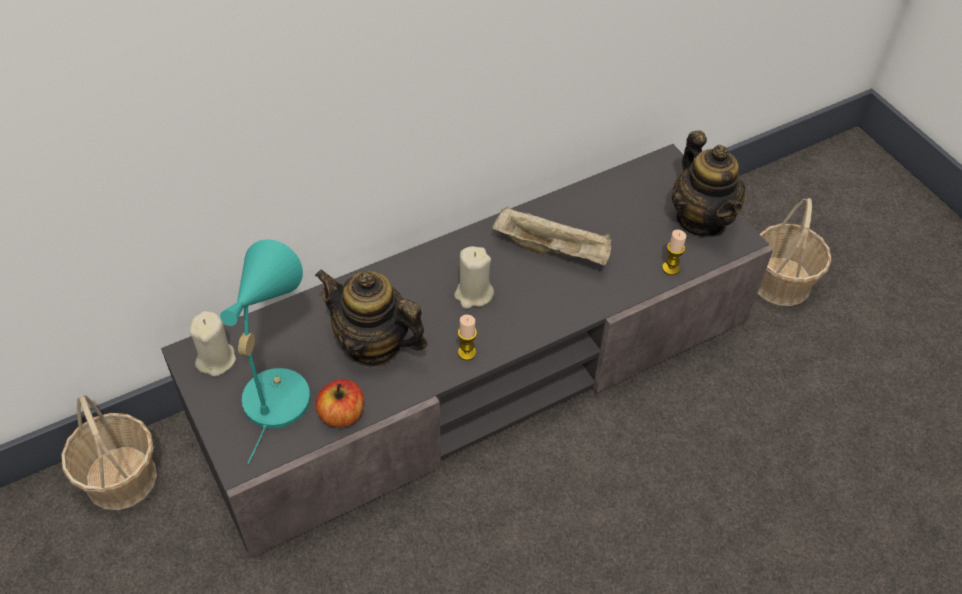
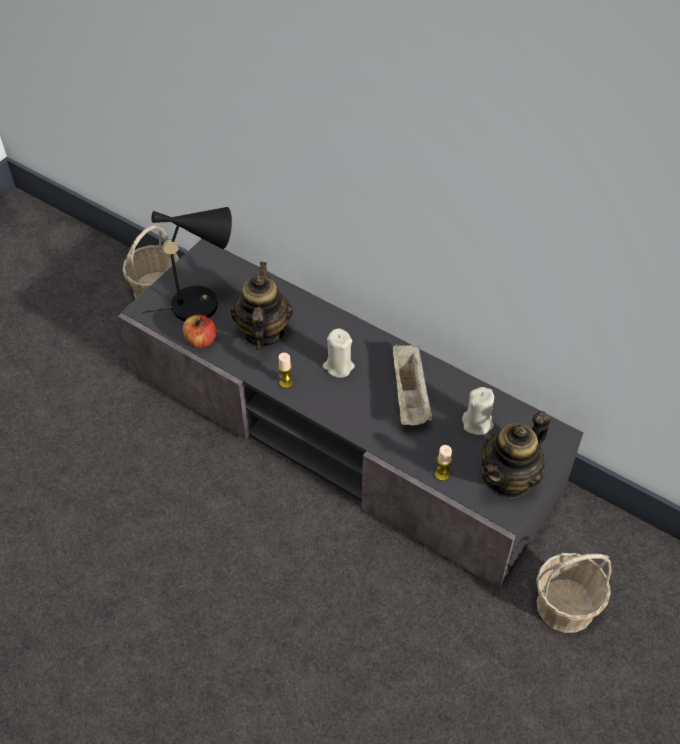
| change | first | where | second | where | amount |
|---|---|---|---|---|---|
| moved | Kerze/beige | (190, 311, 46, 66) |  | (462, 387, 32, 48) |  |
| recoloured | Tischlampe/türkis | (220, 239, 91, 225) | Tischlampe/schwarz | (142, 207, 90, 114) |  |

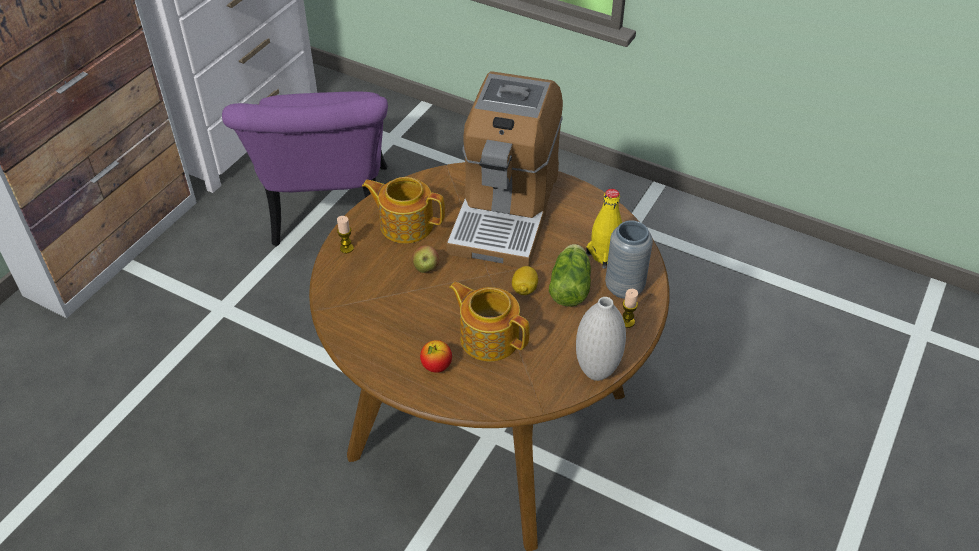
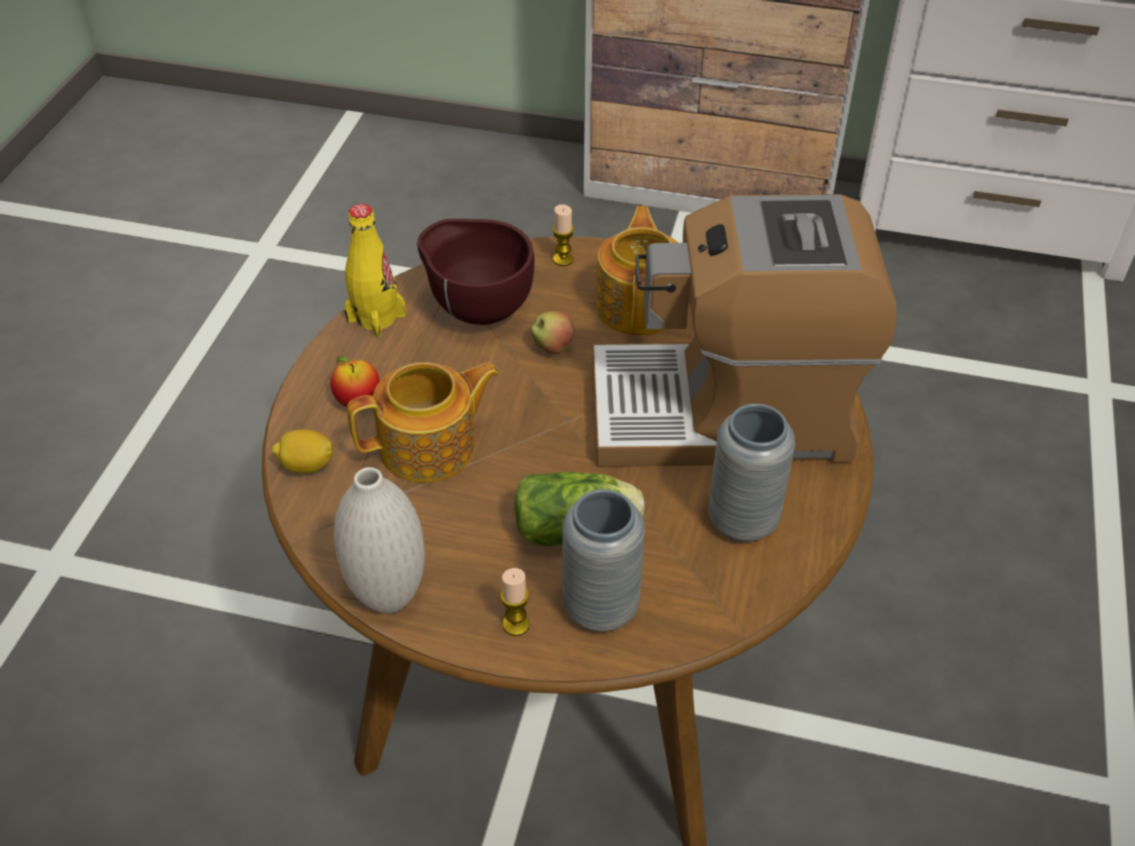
| change | first | where | second | where | amount |
|---|---|---|---|---|---|
| removed | Stuhl/lila | (222, 92, 166, 155) |  |  |  |
| turned | Teekanne | (449, 282, 81, 80) |  | (347, 362, 153, 121) | 45 degrees clockwise |
| moved | Zitrone | (512, 266, 26, 29) |  | (272, 430, 62, 44) |  |
| moved | Flasche/gelb | (586, 189, 36, 80) |  | (344, 204, 62, 133) |  |
| added |  |  | Schüssel/braun | (417, 219, 118, 106) |  |
| added |  |  | Vase/grau | (708, 403, 87, 139) |  |

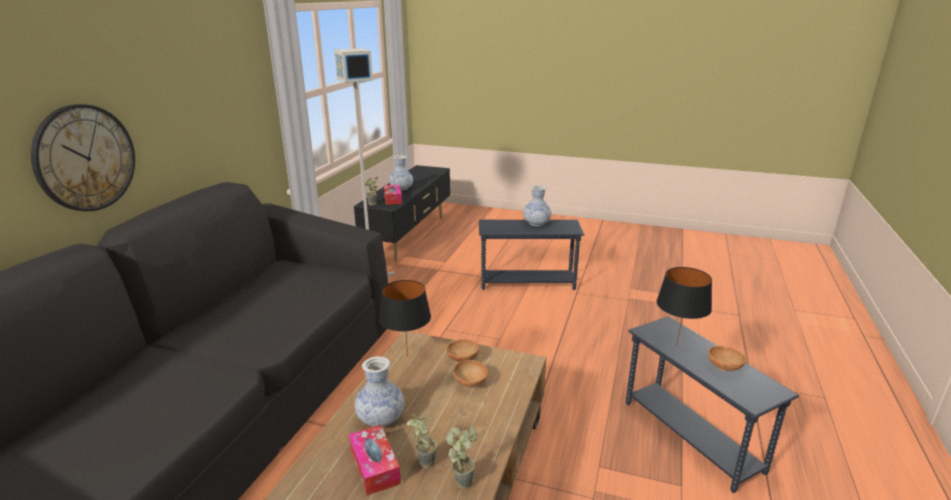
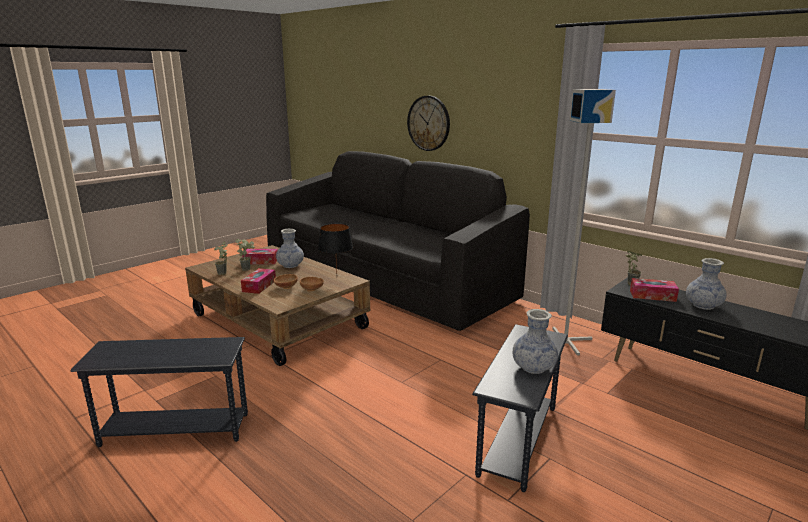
| change | first | where | second | where | amount |
|---|---|---|---|---|---|
| removed | Tischlampe/schwarz | (657, 267, 55, 77) |  |  |  |
| removed | Schüssel/braun | (708, 346, 38, 25) |  |  |  |
| added |  |  | Taschentuchbox | (241, 268, 35, 26) |  |

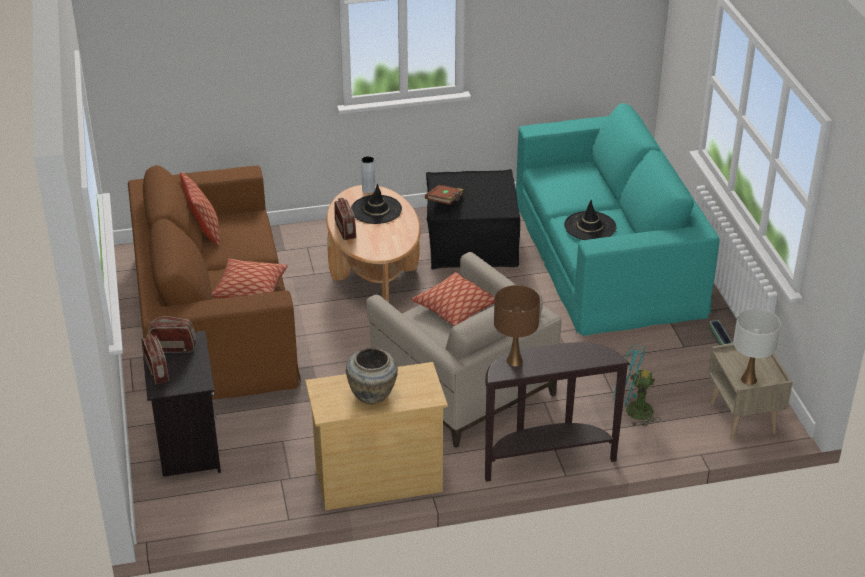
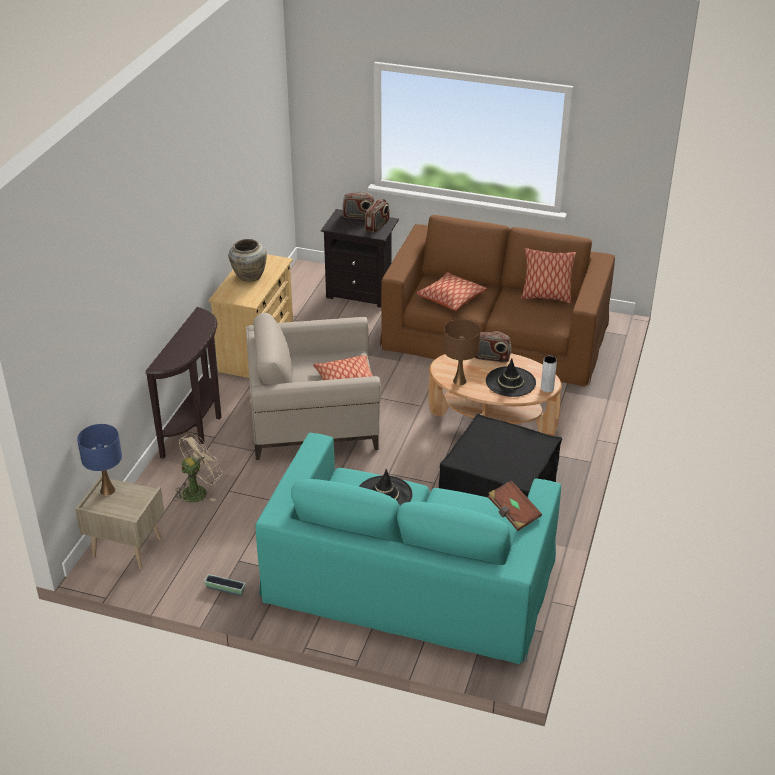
| change | first | where | second | where | amount |
|---|---|---|---|---|---|
| moved | Buch/braun | (425, 185, 39, 20) |  | (488, 480, 54, 51) |  |
| moved | Tischlampe/braun | (494, 285, 46, 81) |  | (443, 319, 37, 66) |  |
| recoloured | Ventilator/türkis | (613, 344, 47, 83) | Ventilator/beige | (173, 433, 50, 70) |  |
| recoloured | Tischlampe/weiß | (733, 308, 48, 77) | Tischlampe/blau | (77, 424, 45, 72) |  |

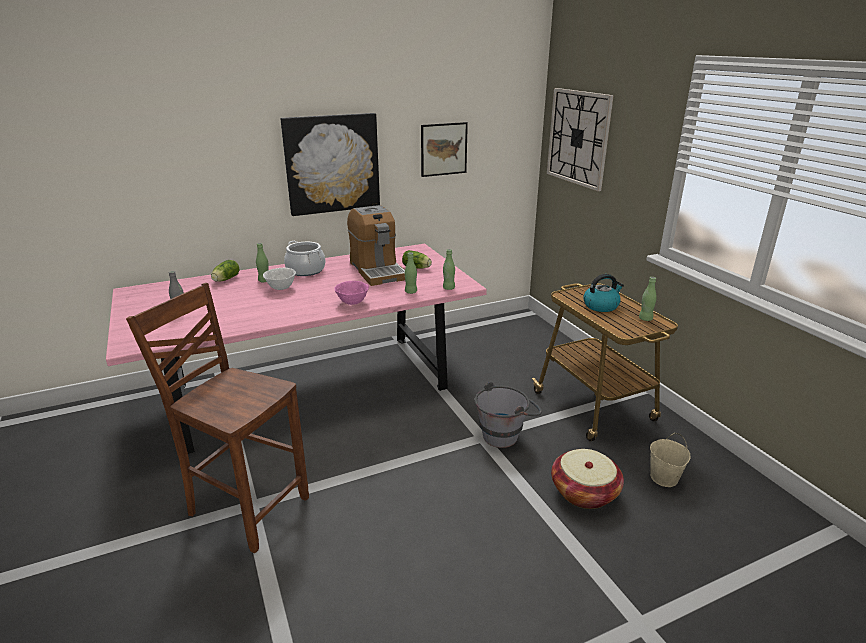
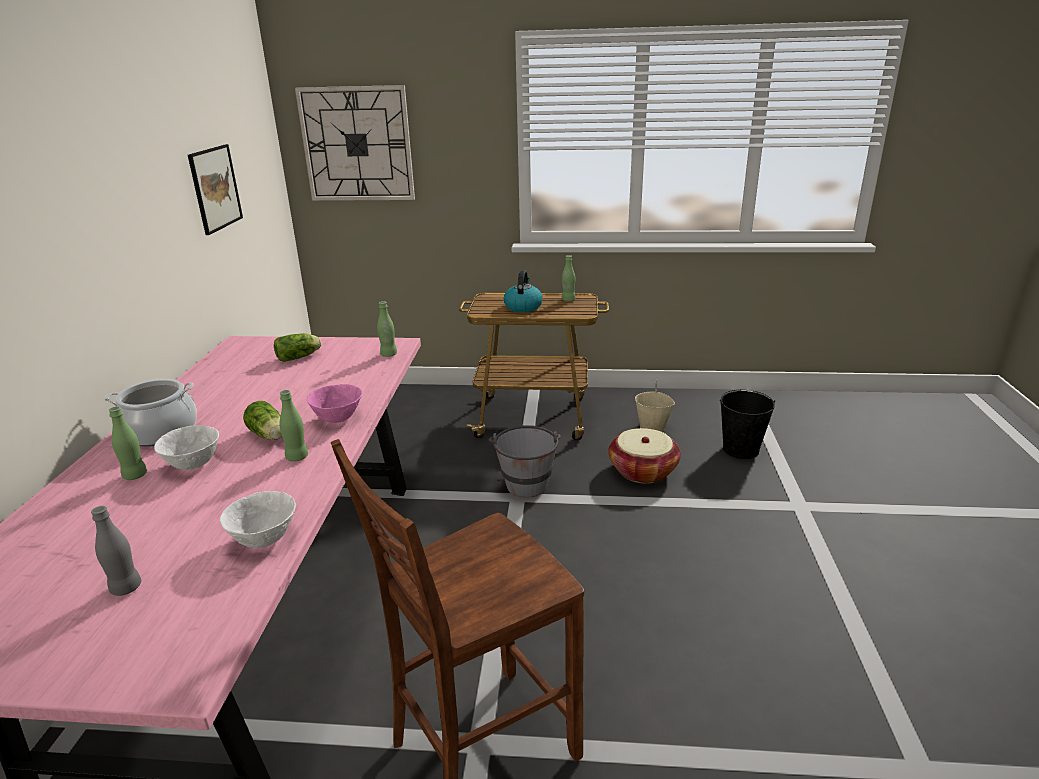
| change | first | where | second | where | amount |
|---|---|---|---|---|---|
| moved | Salatkopf | (211, 260, 28, 22) |  | (243, 401, 39, 39) |  |
| removed | Bild | (281, 113, 99, 103) |  |  |  |
| removed | Kaffeemaschine | (347, 205, 58, 81) |  |  |  |
| moved | Flasche/grün | (405, 252, 12, 42) |  | (279, 390, 29, 72) |  |
| added |  |  | Schüssel/weiß | (220, 491, 76, 57) |  |
| added |  |  | Eimer/schwarz | (720, 390, 55, 69) |  |

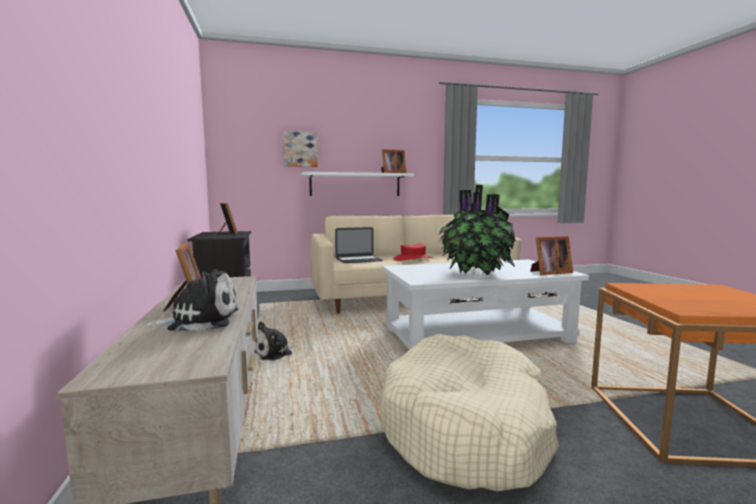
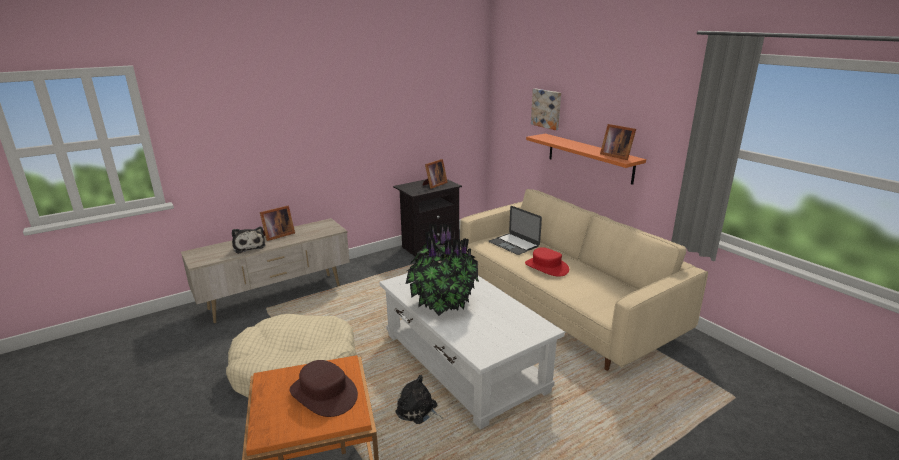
| change | first | where | second | where | amount |
|---|---|---|---|---|---|
| moved | Plüschtier | (254, 321, 44, 40) |  | (395, 375, 48, 49) |  |
| recoloured | Wandregal/weiß | (301, 172, 113, 24) | Wandregal/orange | (526, 134, 120, 51) |  |
| removed | Bilderrahmen | (530, 236, 43, 39) |  |  |  |
| added |  |  | Hut/braun | (290, 360, 68, 57) |  |

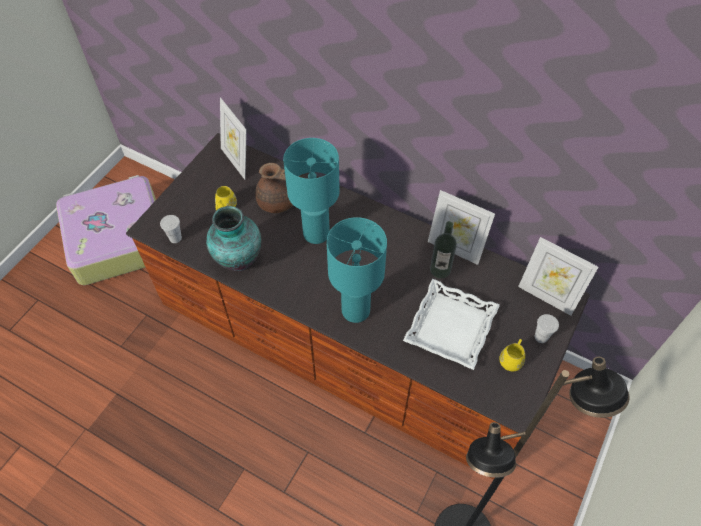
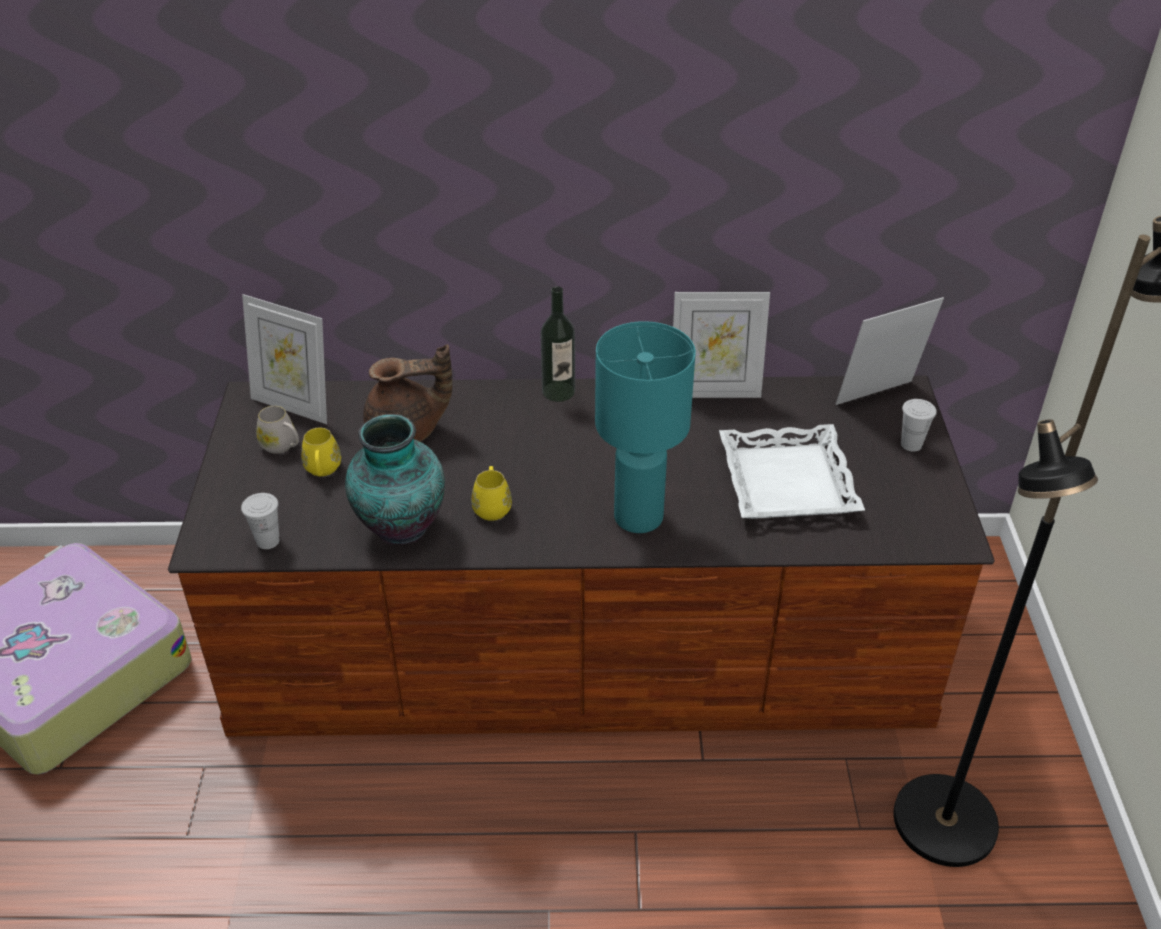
| change | first | where | second | where | amount |
|---|---|---|---|---|---|
| removed | Tischlampe/türkis | (283, 138, 56, 106) |  |  |  |
| moved | Flasche | (430, 221, 27, 57) |  | (540, 286, 35, 116) |  |
| moved | Henkelbecher/gelb | (499, 339, 26, 32) |  | (471, 466, 41, 55) |  |
| turned | Bilderrahmen | (518, 237, 81, 79) |  | (836, 297, 108, 108) | 150 degrees clockwise |
| added |  |  | Henkelbecher/weiß | (256, 406, 43, 48) |  |

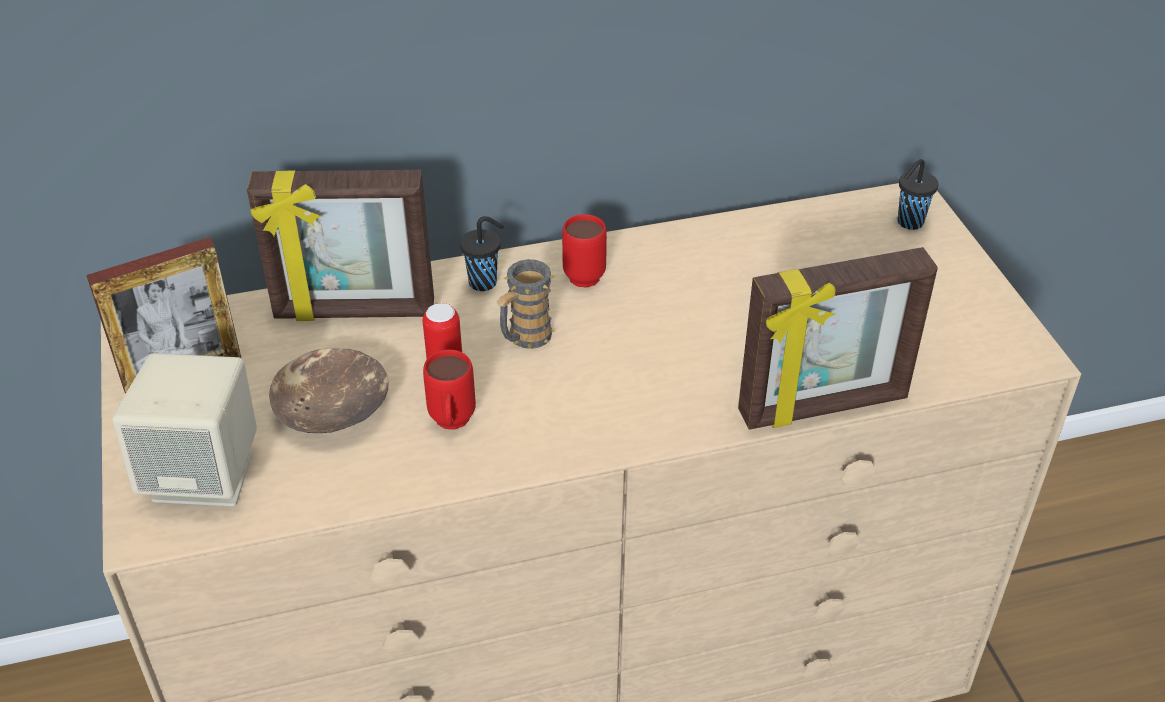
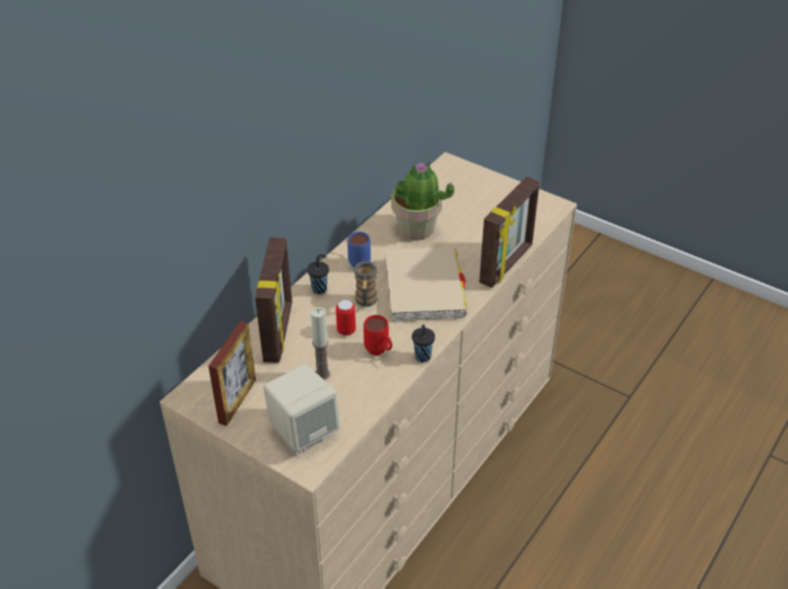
| change | first | where | second | where | amount |
|---|---|---|---|---|---|
| turned | Bilderrahmen | (247, 170, 187, 151) |  | (255, 237, 37, 126) | 45 degrees counterclockwise |
| replaced | Schüssel/braun | (269, 348, 120, 85) | Kerze | (311, 307, 19, 73) |  |
| recoloured | Henkelbecher/rot | (562, 214, 45, 74) | Henkelbecher/blau | (347, 232, 24, 36) |  |
| moved | Tasse/schwarz | (897, 159, 42, 71) |  | (412, 325, 23, 37) |  |
| added |  |  | Buch/beige | (385, 247, 83, 75) |  |
| added |  |  | Topfpflanze | (391, 162, 64, 79) |  |

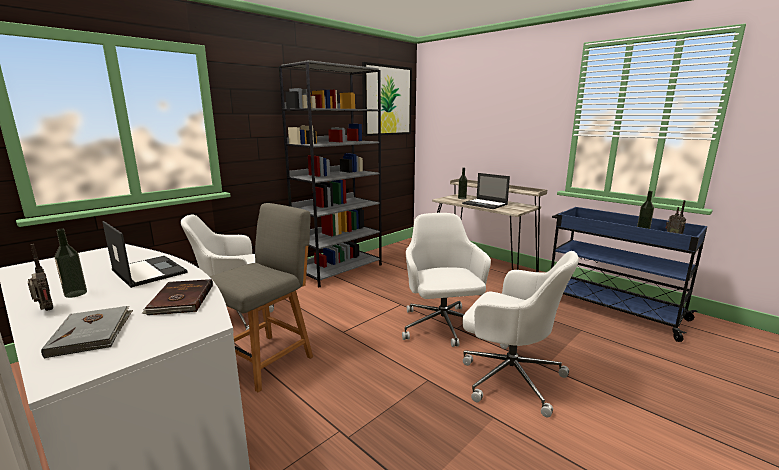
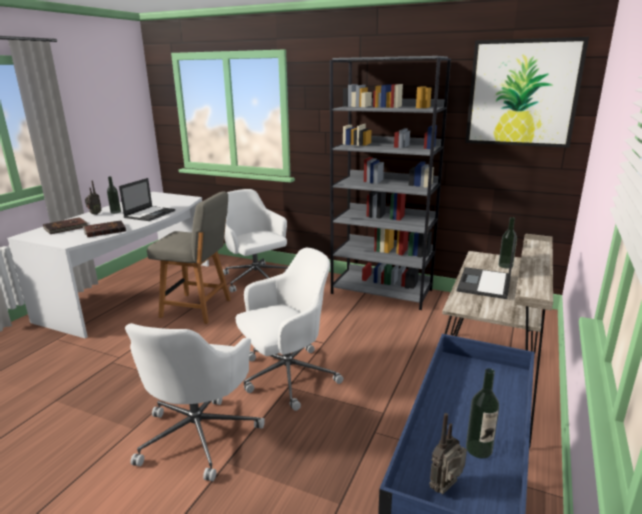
| change | first | where | second | where | amount |
|---|---|---|---|---|---|
| recoloured | Buch/grau | (41, 306, 92, 53) | Buch/braun | (43, 217, 45, 17) |  |

